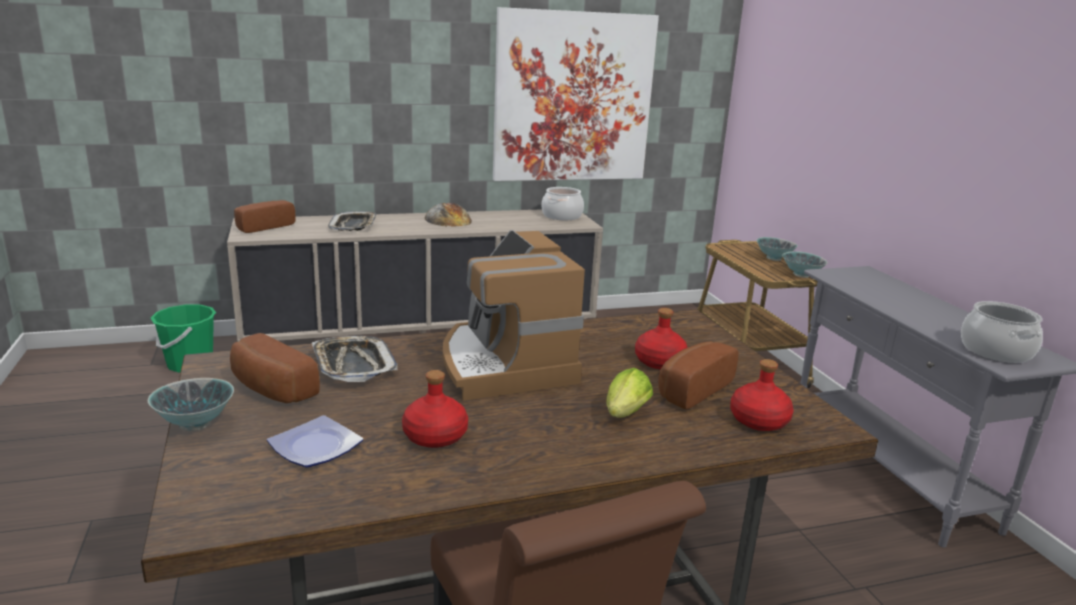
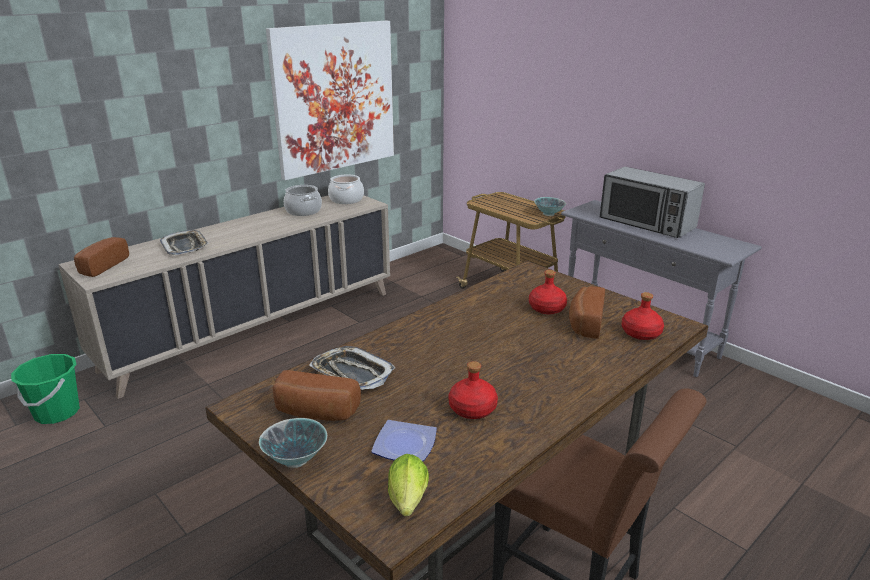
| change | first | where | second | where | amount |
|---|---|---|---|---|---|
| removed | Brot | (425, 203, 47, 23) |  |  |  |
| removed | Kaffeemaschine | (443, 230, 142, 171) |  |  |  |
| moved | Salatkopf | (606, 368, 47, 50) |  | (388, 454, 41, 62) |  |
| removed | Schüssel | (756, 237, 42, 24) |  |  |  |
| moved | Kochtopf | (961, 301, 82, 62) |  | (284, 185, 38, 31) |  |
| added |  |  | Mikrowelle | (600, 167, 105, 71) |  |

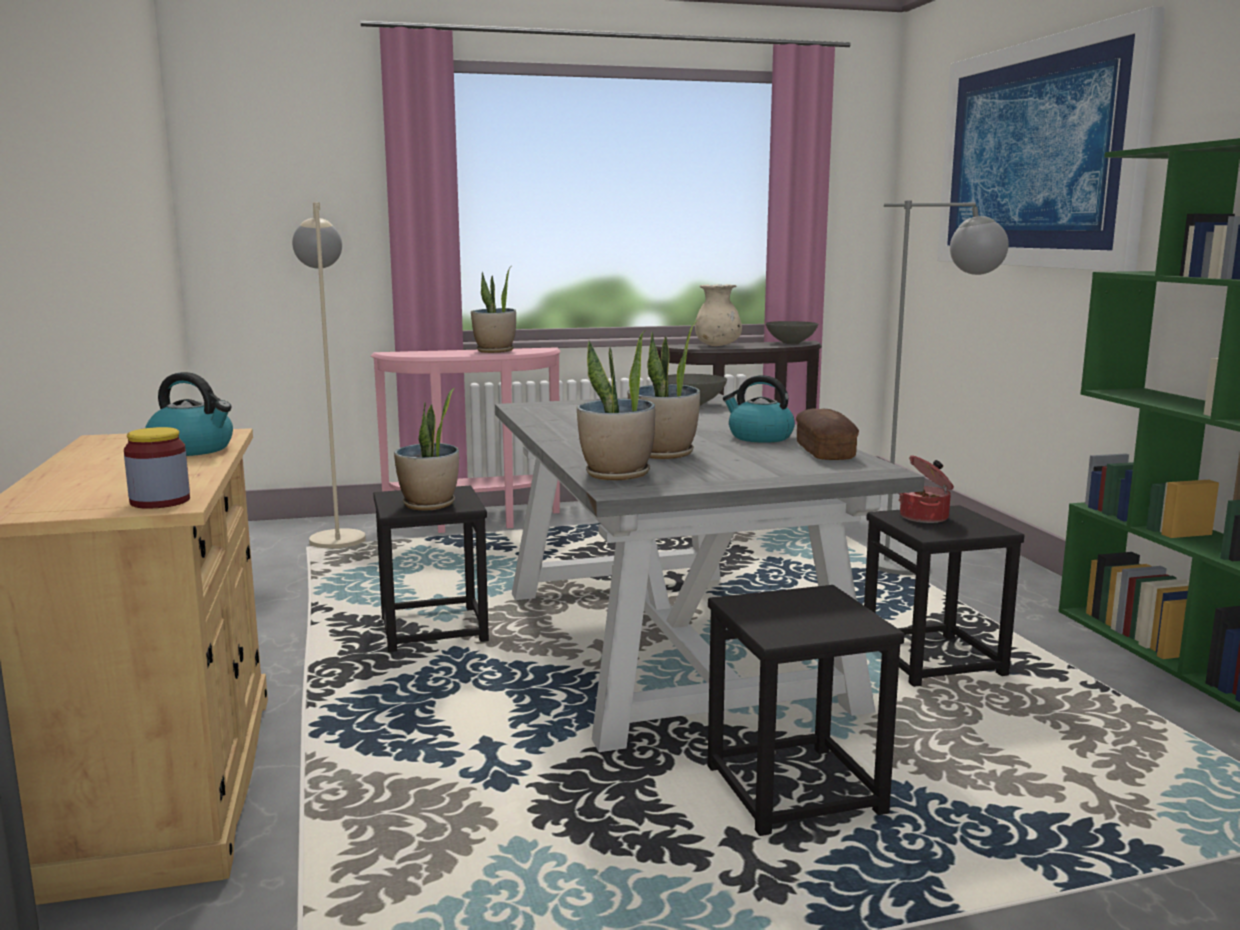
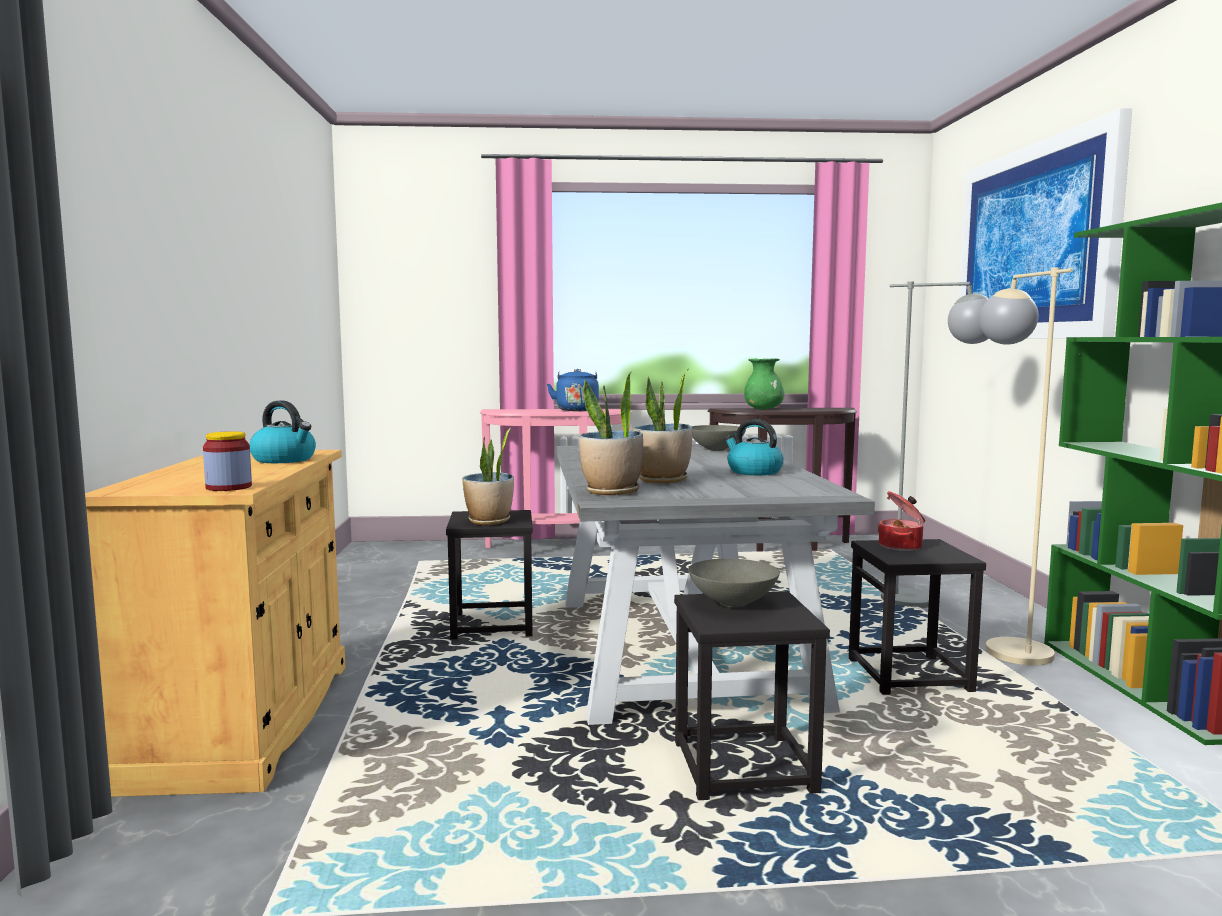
| change | first | where | second | where | amount |
|---|---|---|---|---|---|
| moved | Stehlampe/beige | (292, 202, 74, 346) |  | (979, 267, 94, 399) |  |
| replaced | Topfpflanze | (471, 266, 45, 87) | Wasserkessel/blau | (547, 369, 52, 42) |  |
| recoloured | Vase/beige | (695, 284, 47, 62) | Vase/grün | (744, 358, 41, 52) |  |
| moved | Schüssel/grau | (766, 321, 52, 23) |  | (688, 559, 92, 48) |  |
| removed | Brot | (796, 408, 63, 52) |  |  |  |

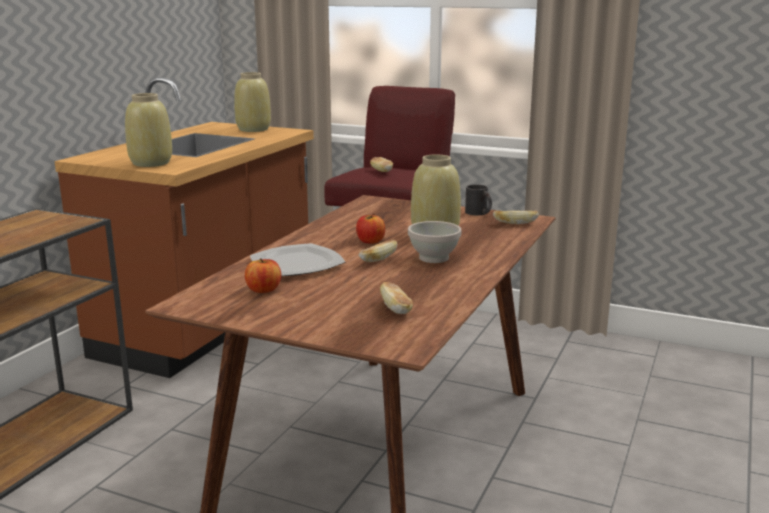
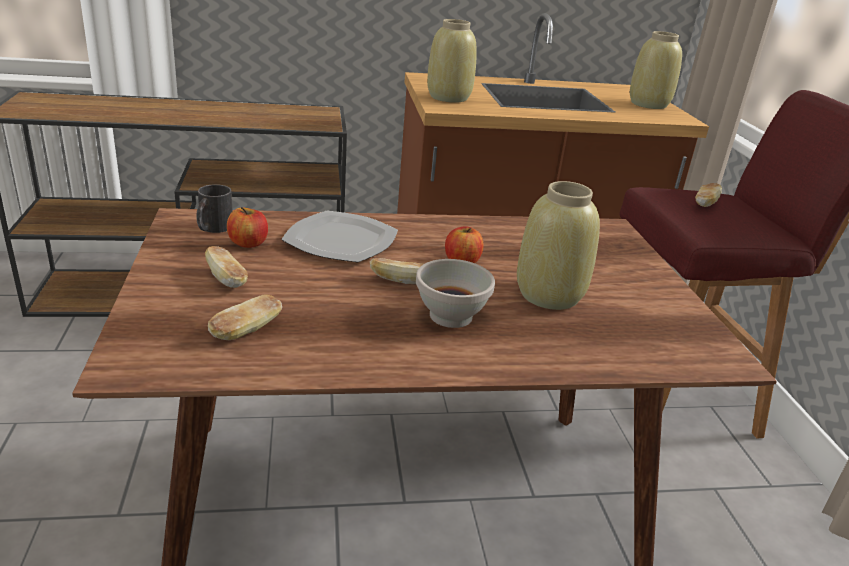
| change | first | where | second | where | amount |
|---|---|---|---|---|---|
| moved | Henkelbecher/schwarz | (465, 184, 27, 31) |  | (196, 184, 36, 49) |  |
| moved | Brot | (493, 211, 46, 13) |  | (205, 246, 43, 42) |  |

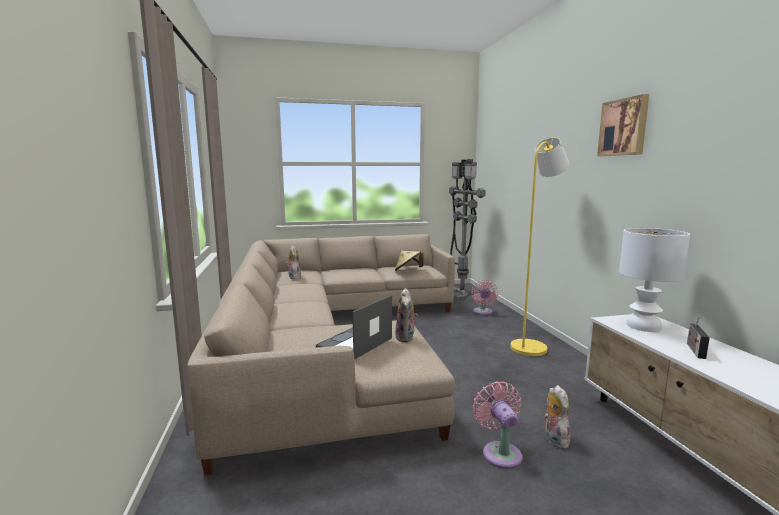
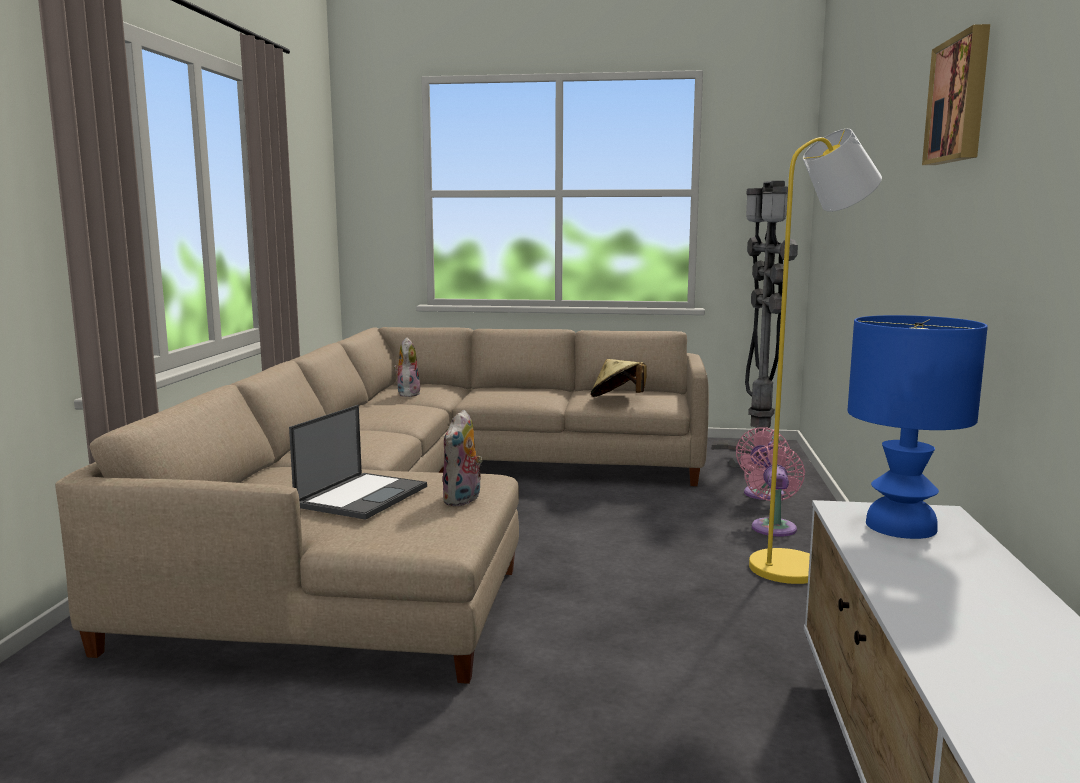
| change | first | where | second | where | amount |
|---|---|---|---|---|---|
| turned | Laptop | (316, 295, 76, 64) |  | (289, 405, 138, 115) | 150 degrees clockwise |
| moved | Ventilator/rosa | (473, 381, 50, 88) |  | (744, 445, 61, 92) |  |
| removed | Plüschtier | (544, 385, 26, 64) |  |  |  |
| recoloured | Tischlampe/weiß | (619, 228, 71, 104) | Tischlampe/blau | (847, 315, 141, 224) |  |
| removed | Radio | (687, 316, 23, 43) |  |  |  |

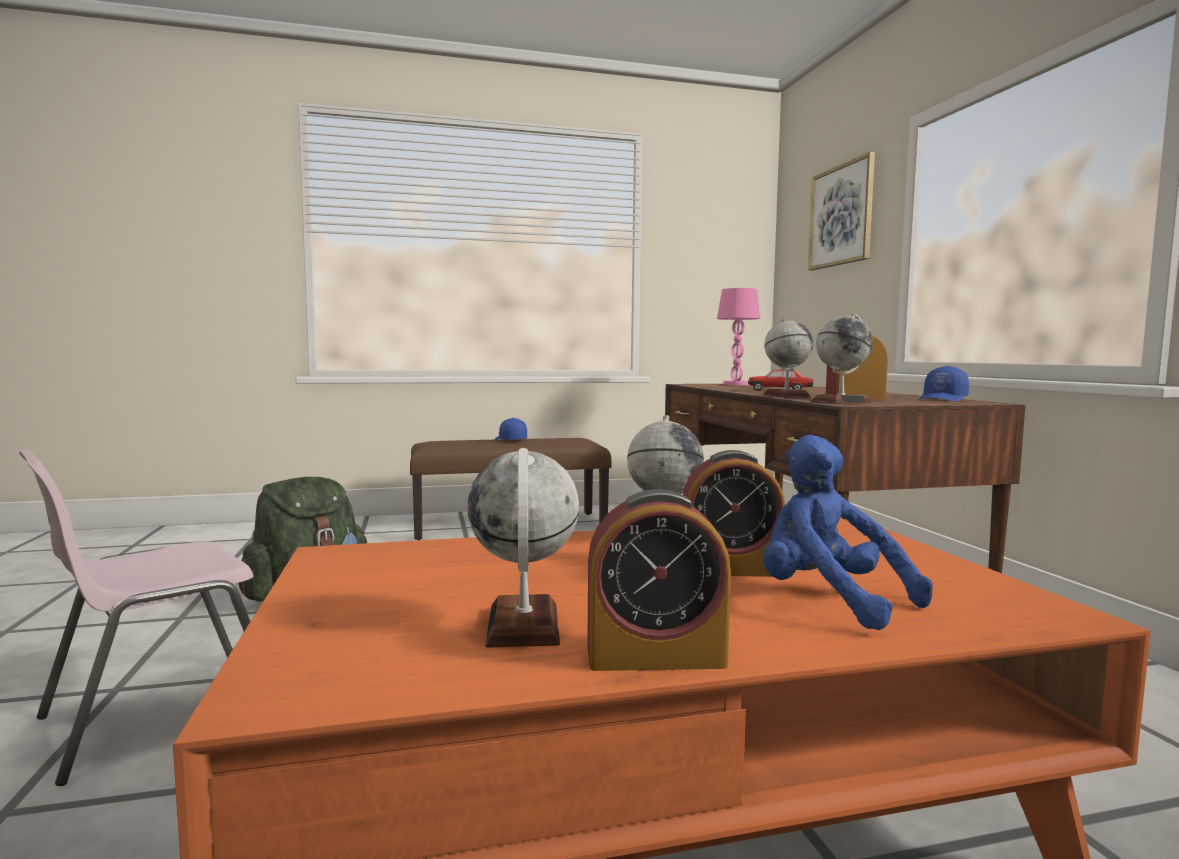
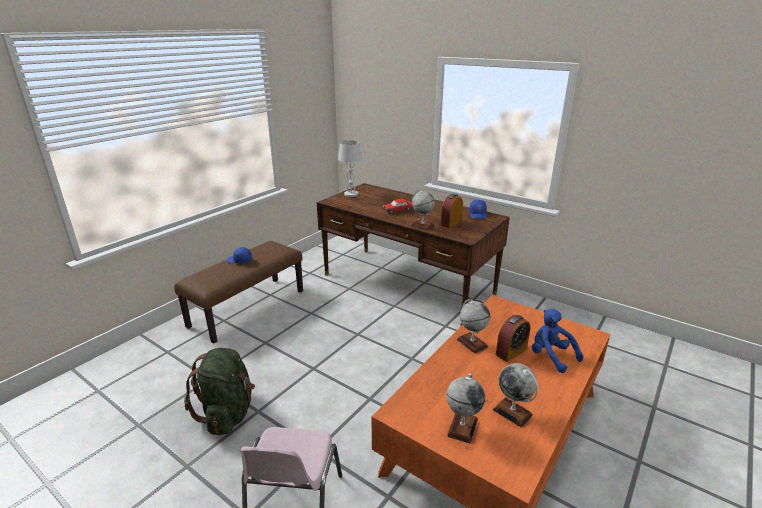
| change | first | where | second | where | amount |
|---|---|---|---|---|---|
| removed | Wecker | (587, 489, 144, 182) |  |  |  |
| recoloured | Tischlampe/rosa | (717, 288, 43, 97) | Tischlampe/weiß | (338, 140, 24, 57) |  |
| turned | Plüschtier/blau | (763, 435, 170, 195) |  | (532, 309, 52, 64) | 45 degrees clockwise |
| removed | Bild | (808, 152, 67, 119) |  |  |  |
| moved | Globus | (811, 313, 62, 91) |  | (447, 373, 38, 70) |  |

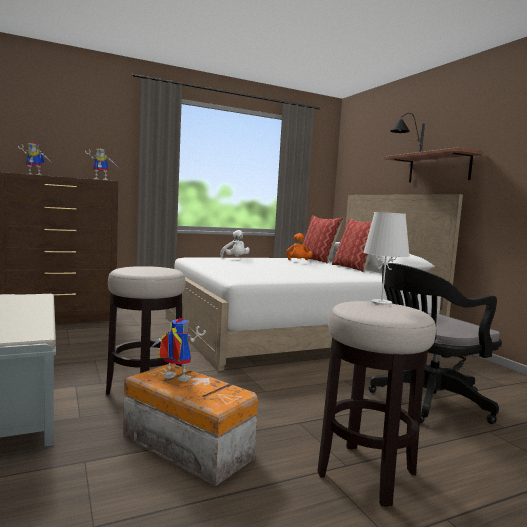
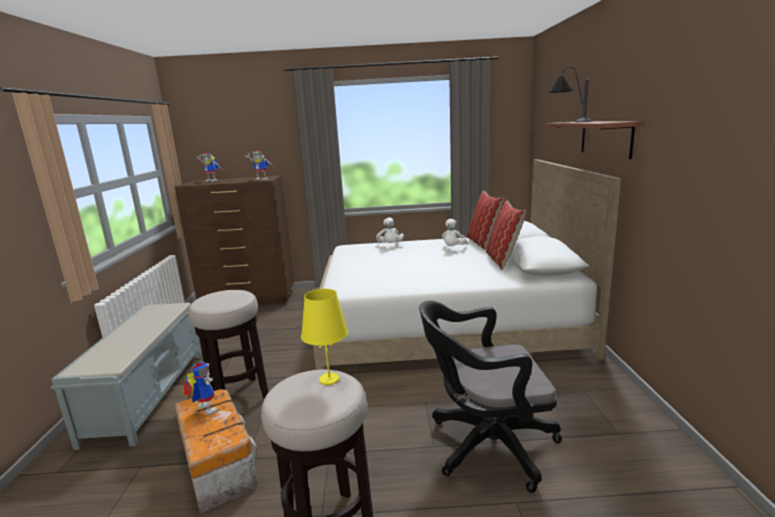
| change | first | where | second | where | amount |
|---|---|---|---|---|---|
| recoloured | Plüschtier/orange | (286, 233, 27, 27) | Plüschtier/weiß | (442, 219, 26, 27) |  |
| recoloured | Tischlampe/weiß | (363, 212, 47, 93) | Tischlampe/gelb | (301, 289, 47, 96) |  |

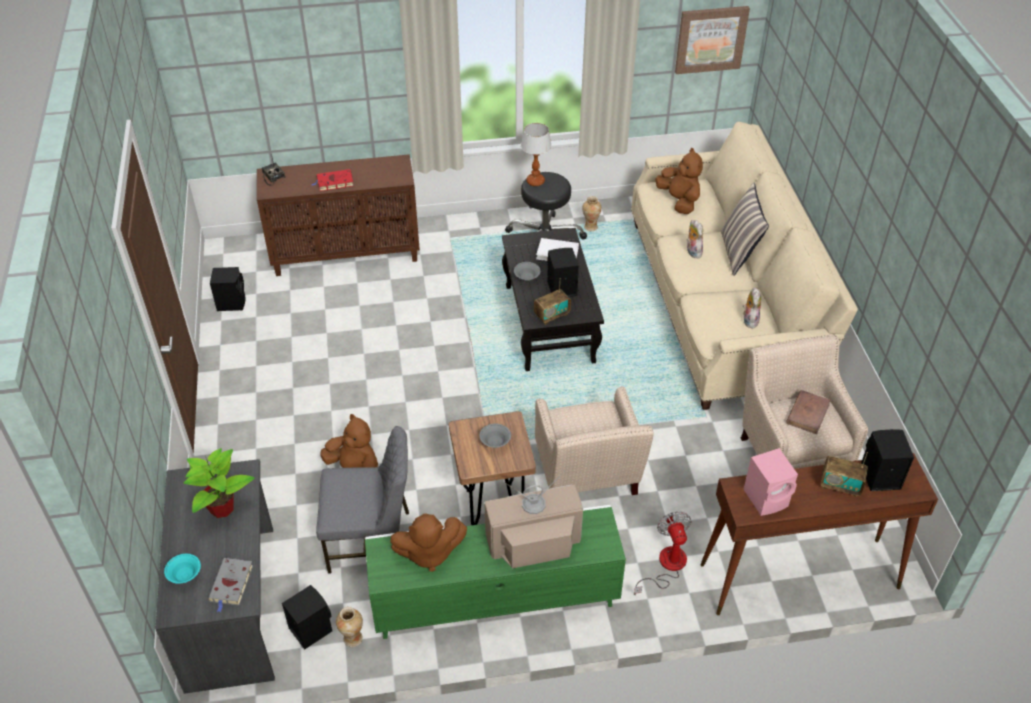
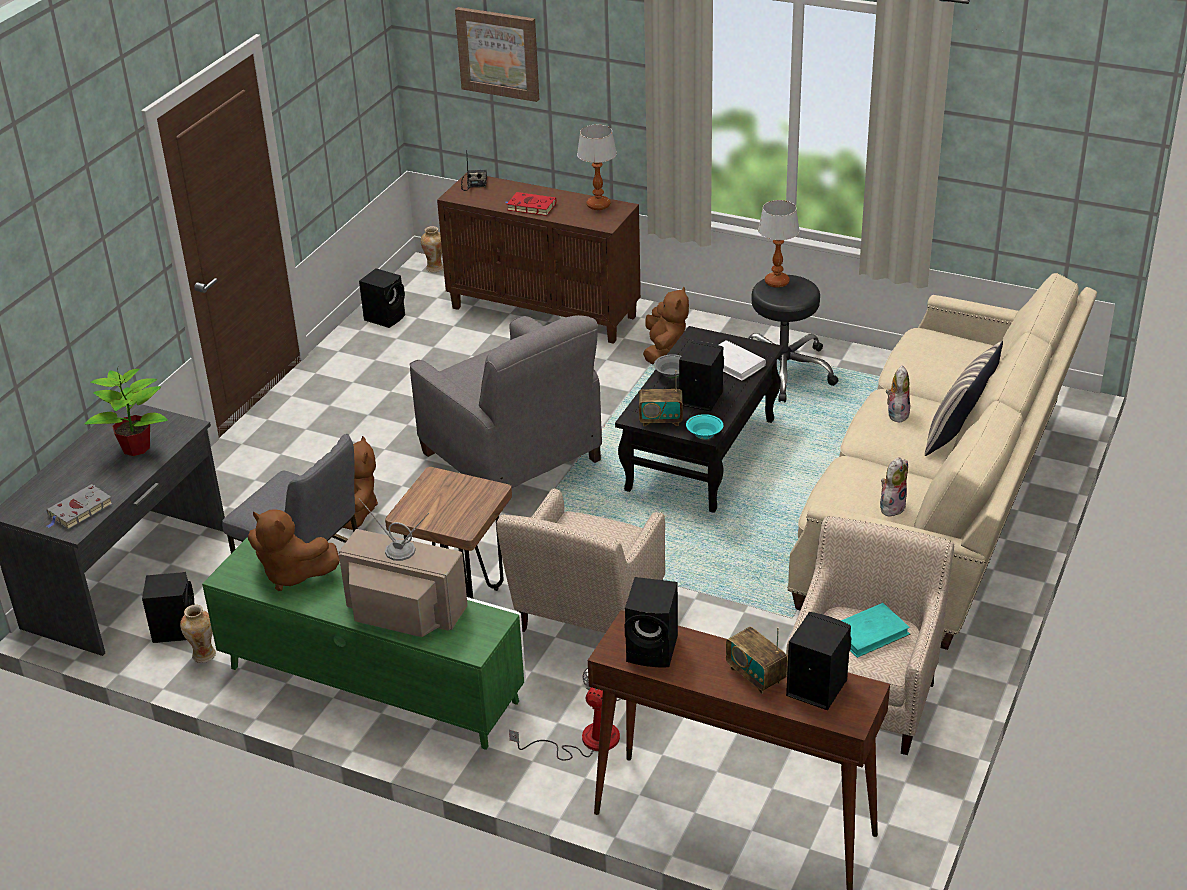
| change | first | where | second | where | amount |
|---|---|---|---|---|---|
| moved | Schüssel/türkis | (164, 554, 37, 30) |  | (686, 414, 37, 26) |  |
| removed | Schüssel/grau | (479, 424, 32, 24) |  |  |  |
| moved | Vase | (583, 196, 18, 35) |  | (421, 226, 22, 46) |  |
| moved | Plüschtier/braun | (655, 148, 48, 66) |  | (643, 286, 46, 79) |  |
| moved | Bild | (675, 6, 75, 68) |  | (455, 7, 84, 95) |  |
| recoloured | Lautsprecher/rosa | (744, 448, 54, 68) | Lautsprecher/schwarz | (625, 577, 53, 90) |  |
| recoloured | Buch/braun | (786, 390, 44, 44) | Buch/türkis | (841, 603, 69, 55) |  |
| added |  |  | Sessel/grau | (409, 315, 193, 173) |  |
| added |  |  | Tischlampe | (577, 125, 40, 85) |  |

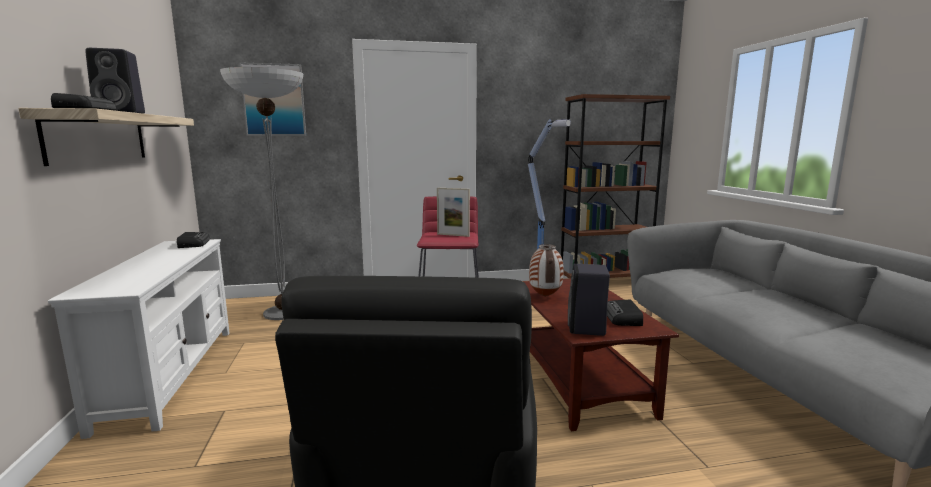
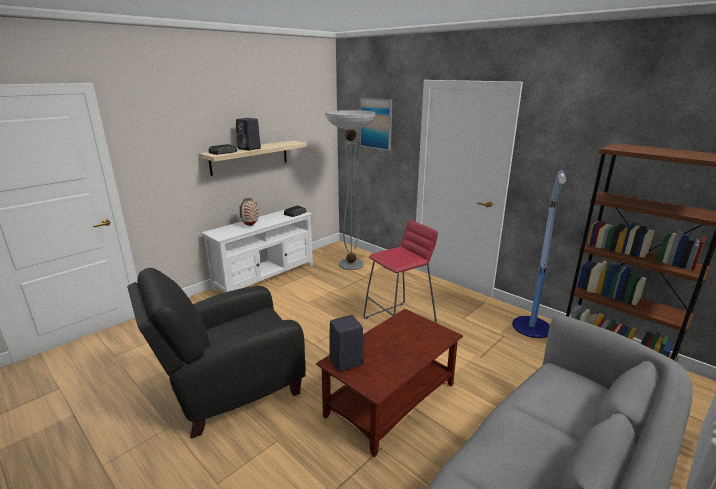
| change | first | where | second | where | amount |
|---|---|---|---|---|---|
| removed | Bilderrahmen | (437, 188, 33, 49) |  |  |  |
| moved | Vase | (529, 244, 35, 53) |  | (239, 198, 20, 28) |  |
| removed | Radio | (607, 300, 36, 26) |  |  |  |

